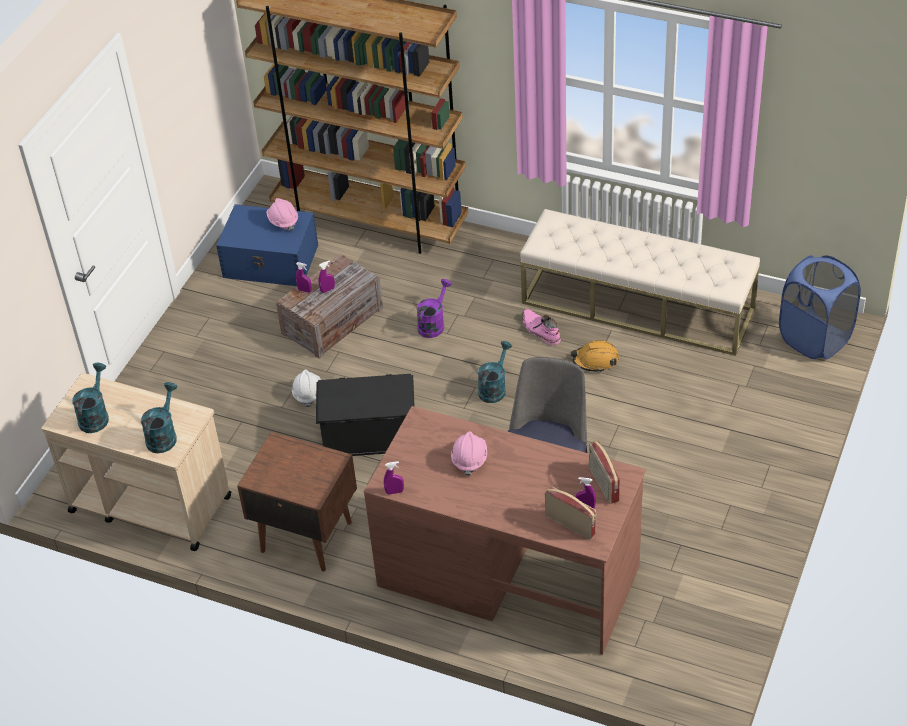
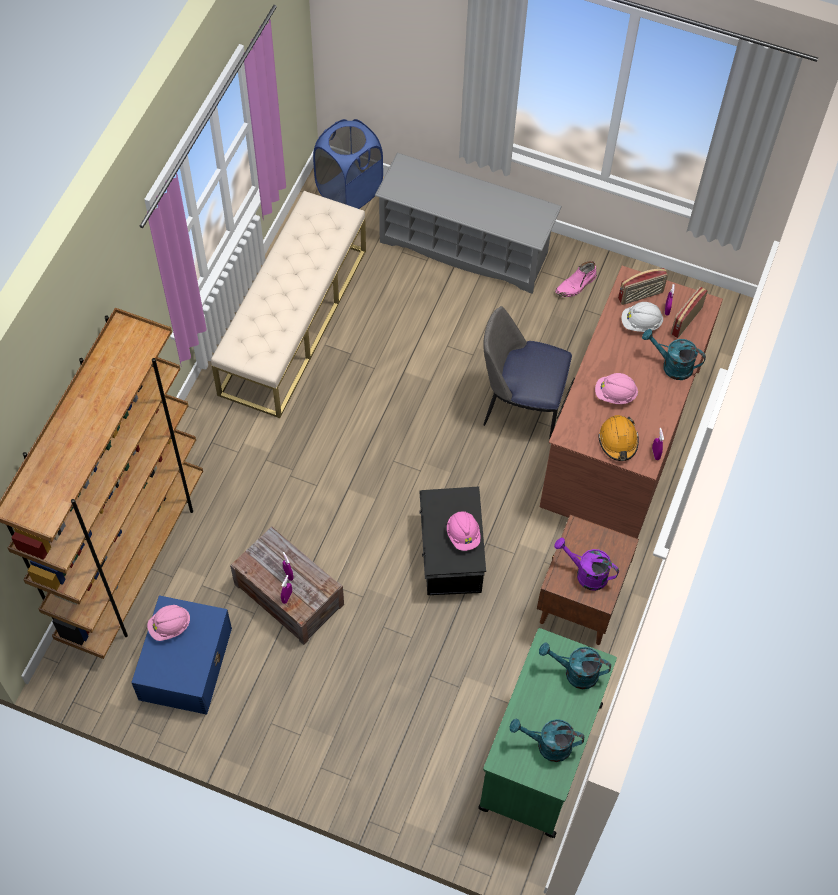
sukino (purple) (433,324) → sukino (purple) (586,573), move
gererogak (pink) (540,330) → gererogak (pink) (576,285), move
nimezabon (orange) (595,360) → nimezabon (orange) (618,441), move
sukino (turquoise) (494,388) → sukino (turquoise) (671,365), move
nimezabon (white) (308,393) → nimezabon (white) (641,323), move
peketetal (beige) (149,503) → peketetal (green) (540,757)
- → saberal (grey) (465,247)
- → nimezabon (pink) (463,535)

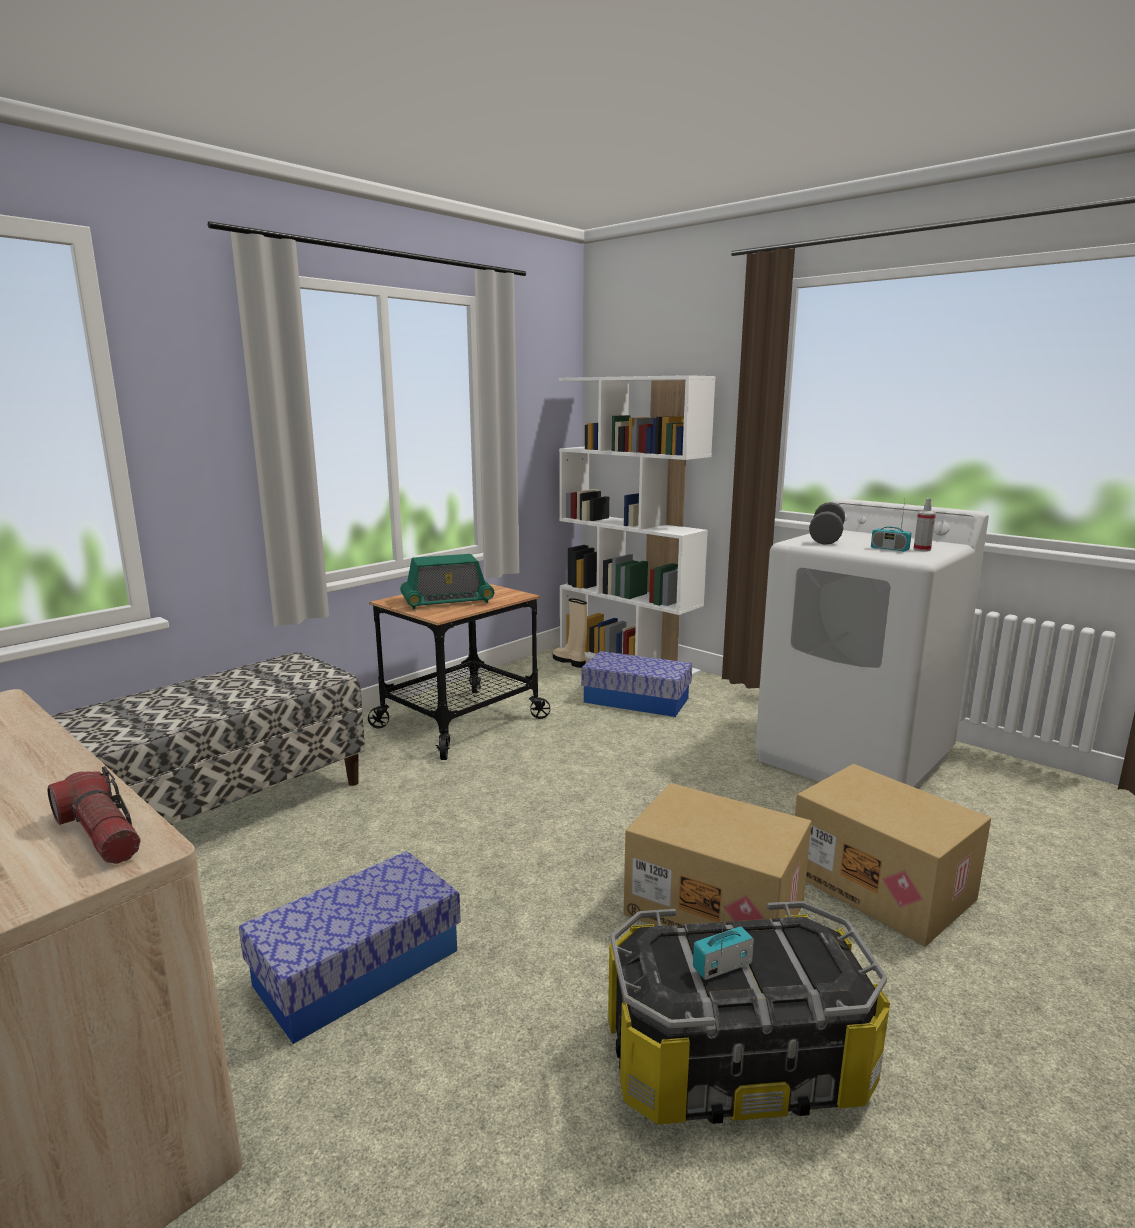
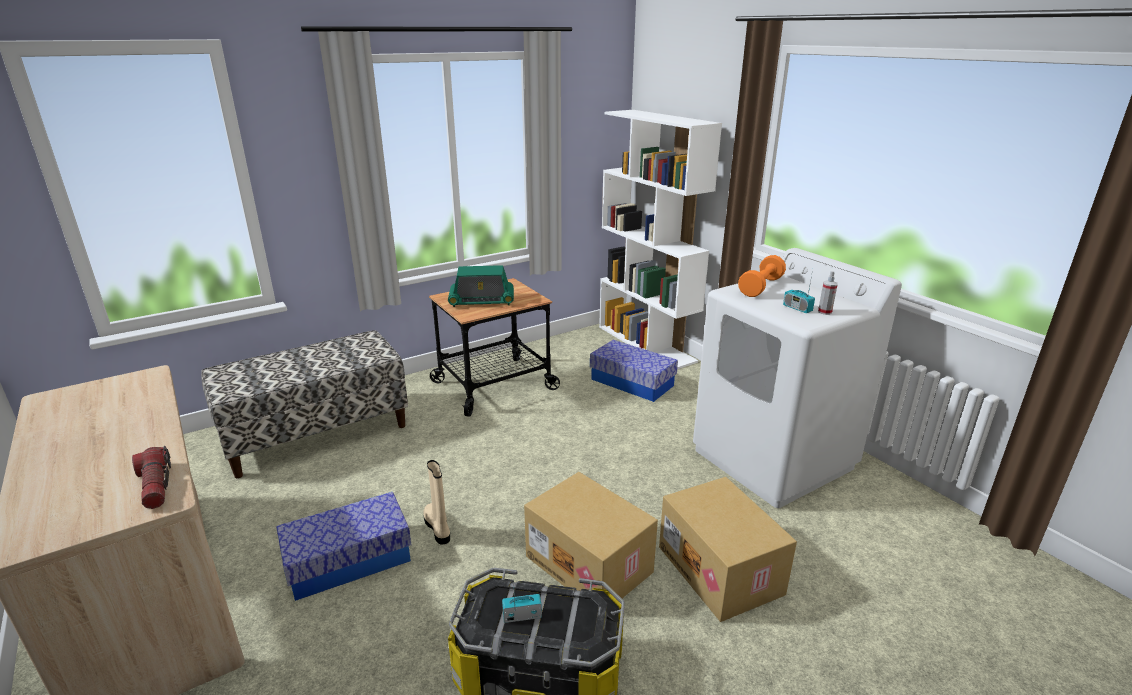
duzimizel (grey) (826,537) → duzimizel (orange) (760,287)
gererogak (beige) (570,662) → gererogak (beige) (438,528), move

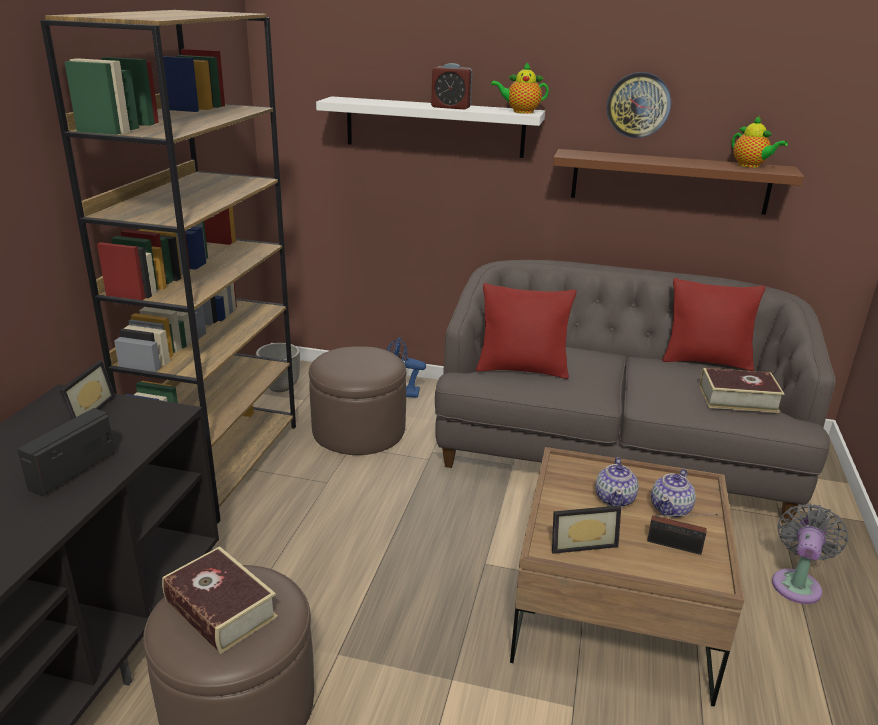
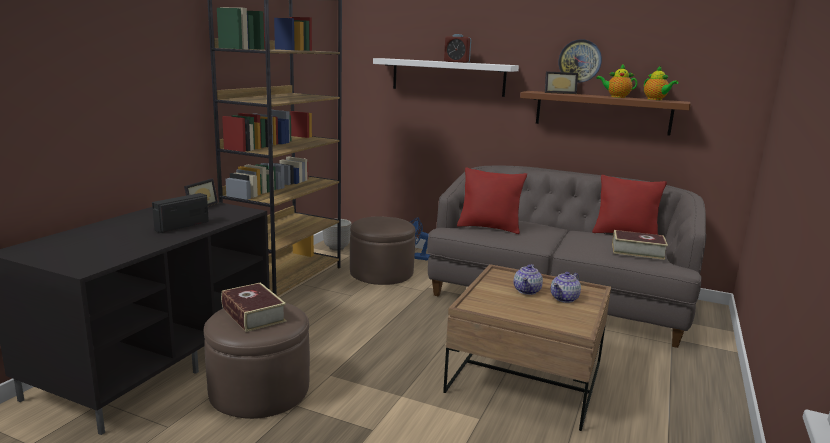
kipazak (520,112) → kipazak (616,97), move
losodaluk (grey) (797,583) → -
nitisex (581,542) → nitisex (559,93), move
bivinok (677,546) → -

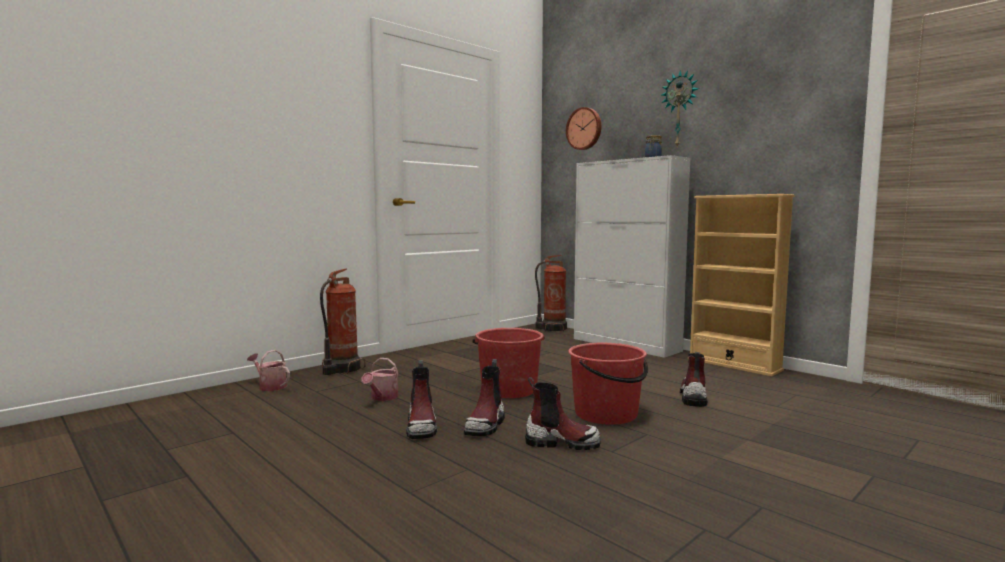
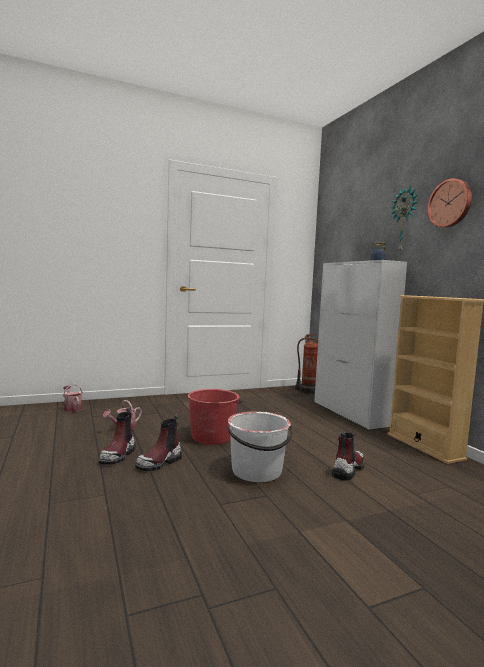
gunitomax (584,129) → gunitomax (450,203), move
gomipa (341,370) → -
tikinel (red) (607,414) → tikinel (white) (257,471)
gererogak (562,443) → -

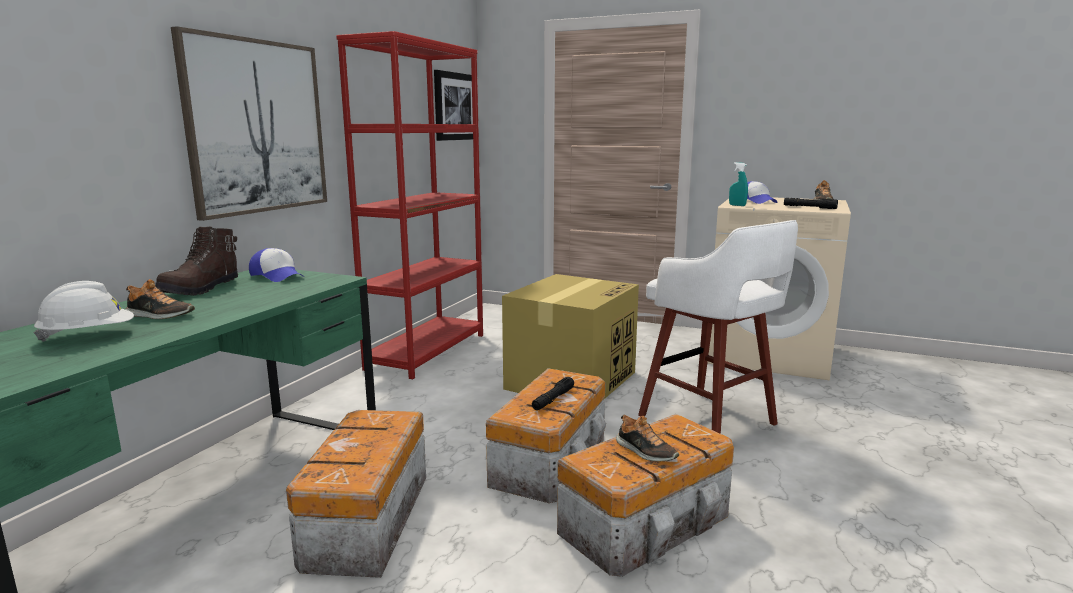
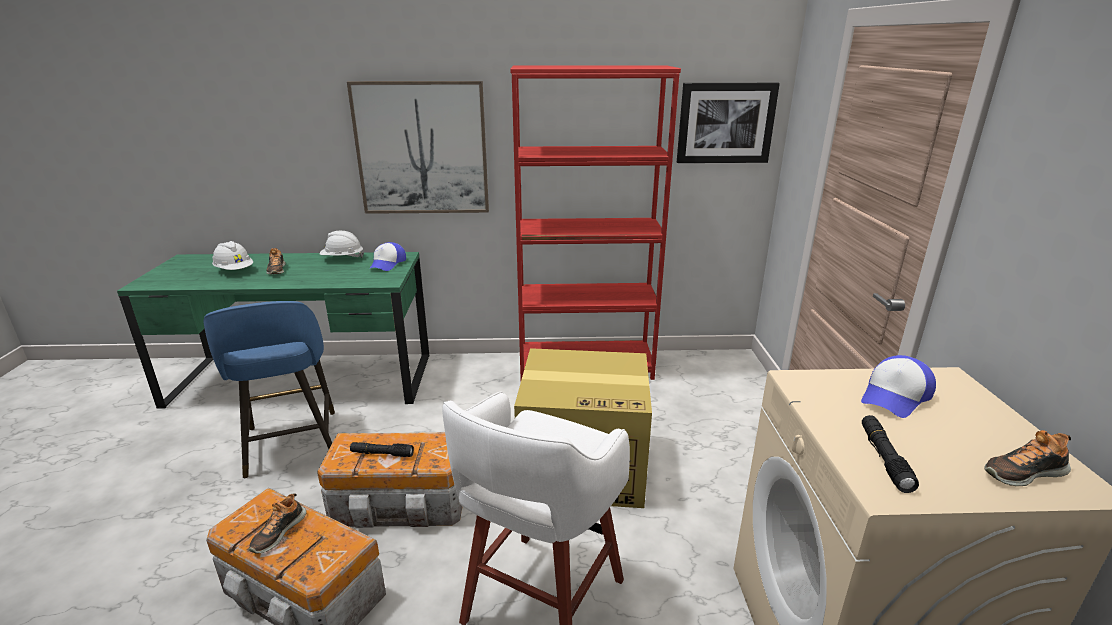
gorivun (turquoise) (737,205) → -
gererogak (brown) (201,289) → nimezabon (white) (342,258)
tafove (365,522) → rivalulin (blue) (292,445)

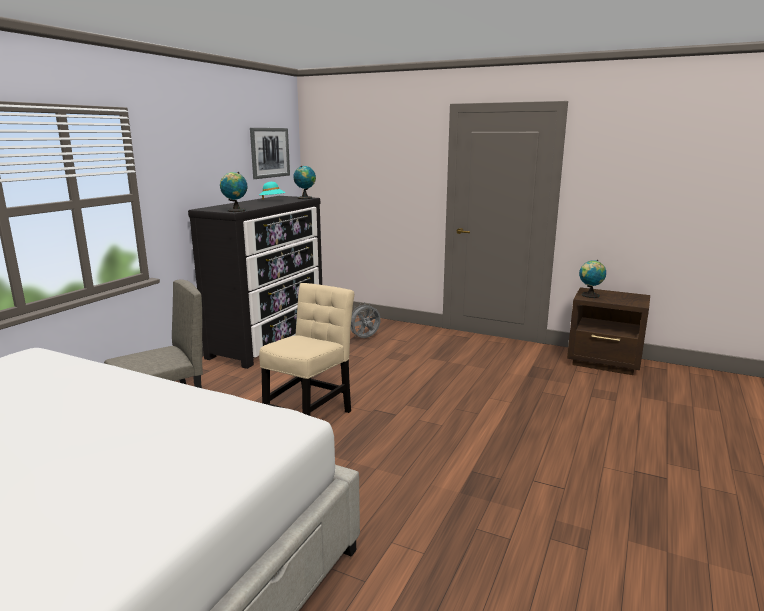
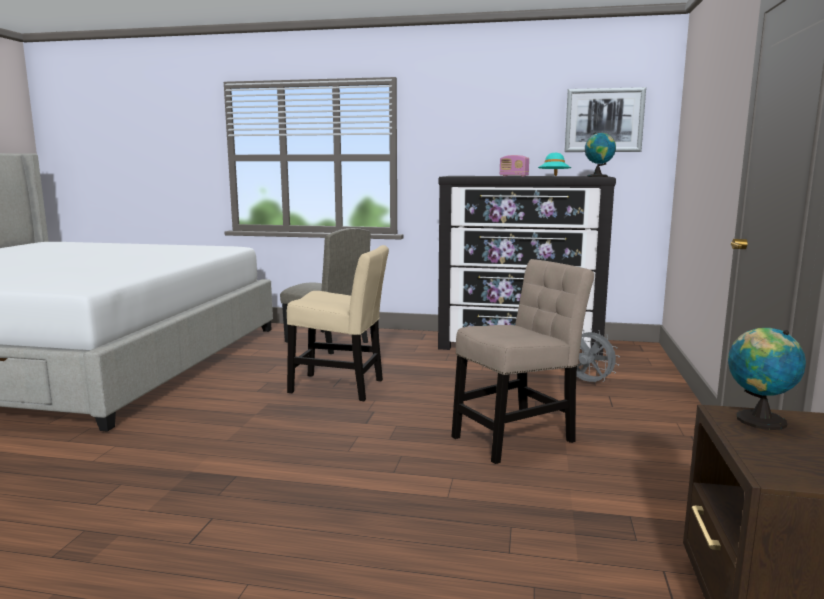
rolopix (235,211) → -
- → bivinok (513,176)
- → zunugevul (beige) (517,437)

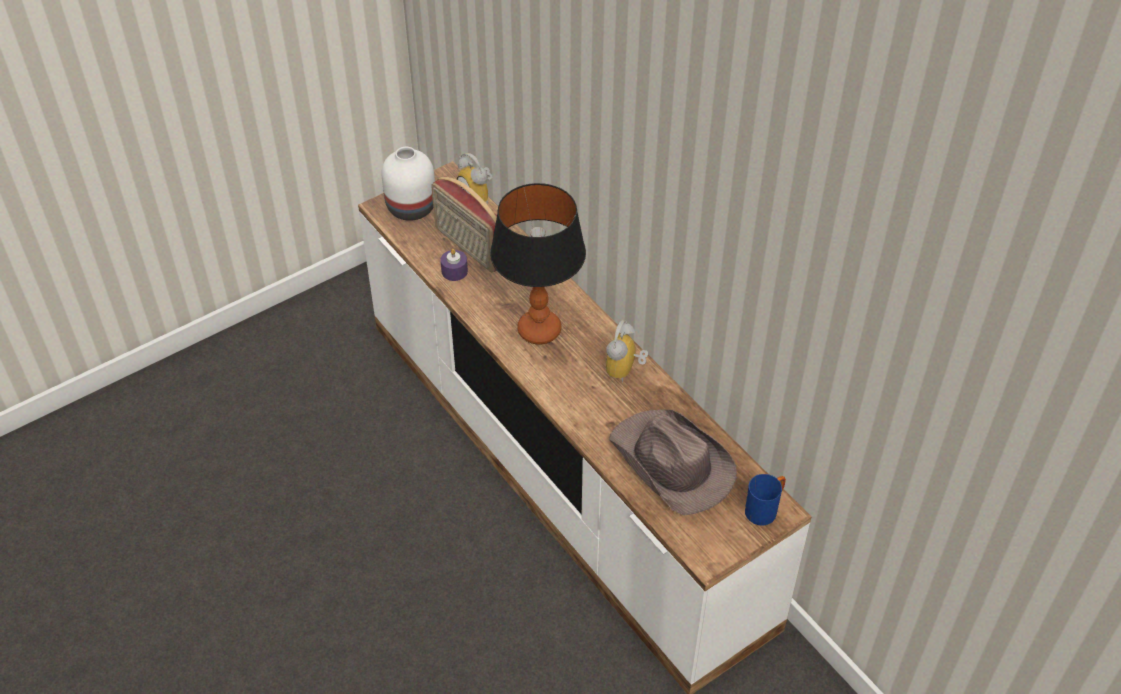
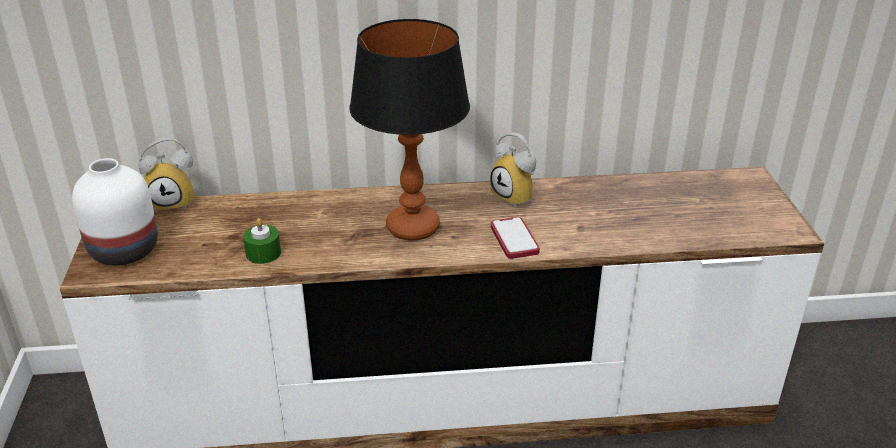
bivinok (469,247) → -
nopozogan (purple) (454,271) → nopozogan (green) (263,253)
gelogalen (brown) (671,464) → -
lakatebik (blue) (765,509) → -
- → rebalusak (514,239)

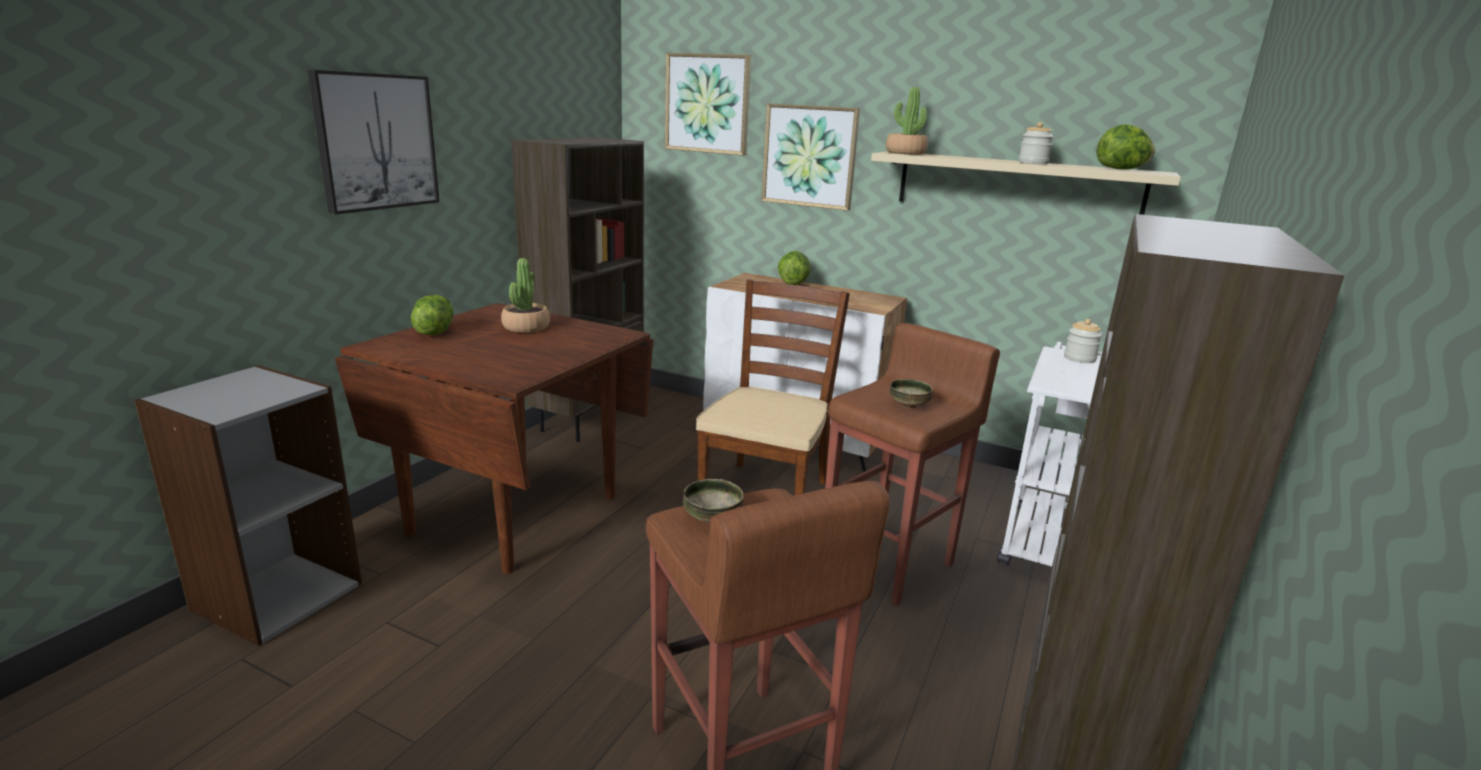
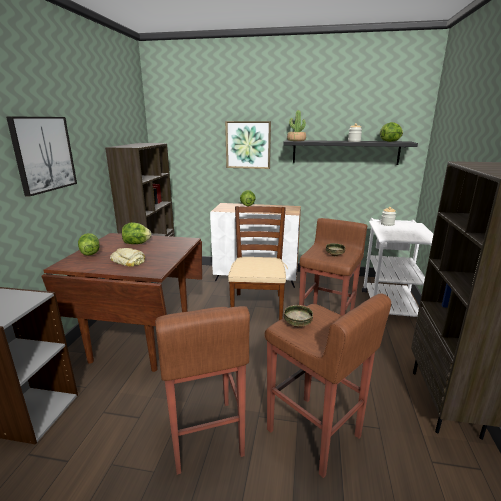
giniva (707,104) → -
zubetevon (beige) (1017,187) → zubetevon (black) (345,152)
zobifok (526,327) → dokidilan (137,243)
- → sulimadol (128,261)
- → rivalulin (brown) (204,435)

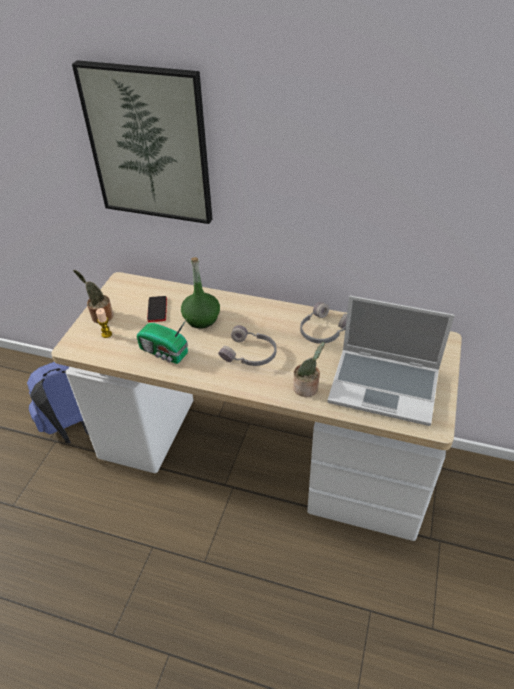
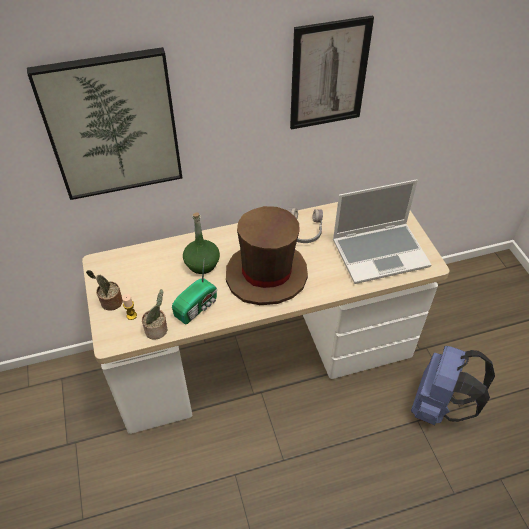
rebalusak (157,309) → -
bivinok (164,352) → bivinok (197,307), 45 degrees counterclockwise
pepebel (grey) (250,354) → gelogalen (brown) (267,275)
zobifok (307,388) → zobifok (158,330), move
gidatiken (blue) (73,427) → gidatiken (blue) (438,406), move
- → giniva (328,74)

